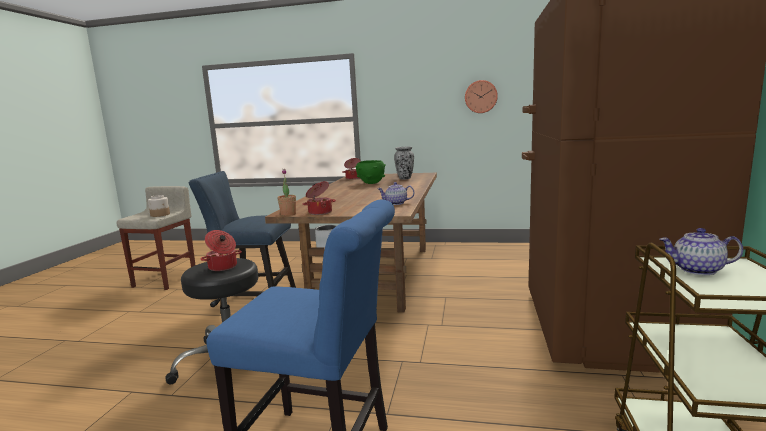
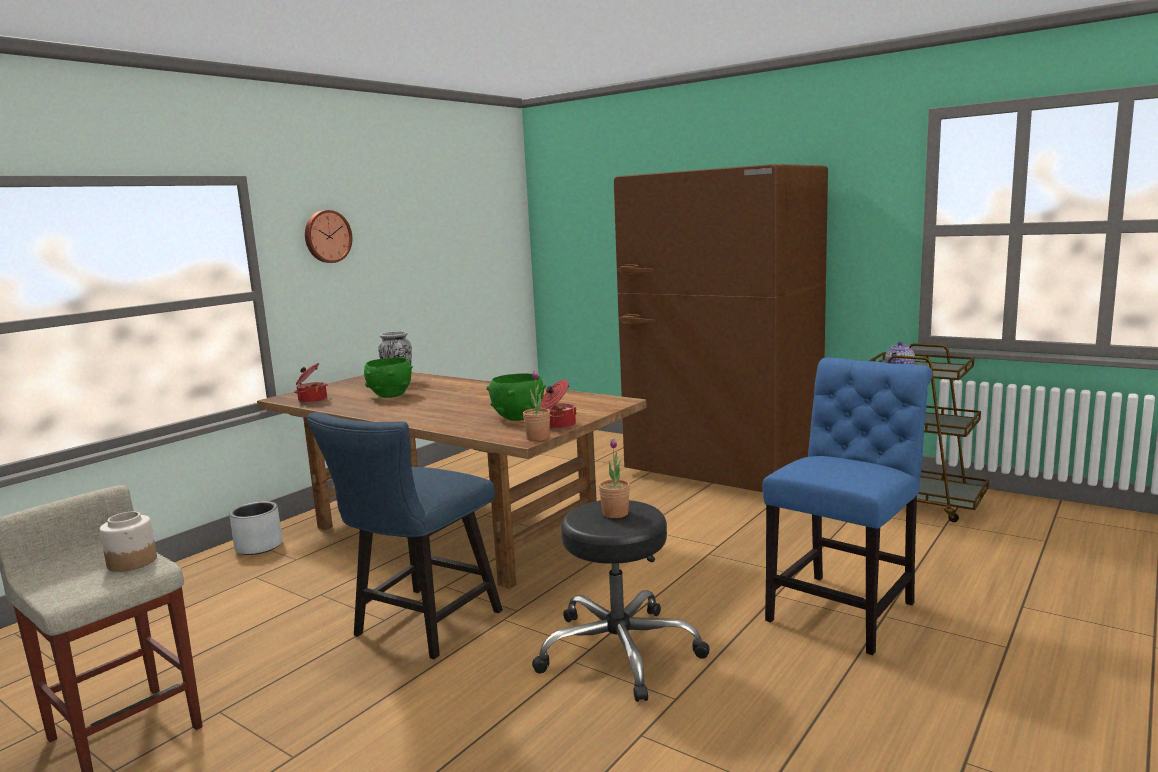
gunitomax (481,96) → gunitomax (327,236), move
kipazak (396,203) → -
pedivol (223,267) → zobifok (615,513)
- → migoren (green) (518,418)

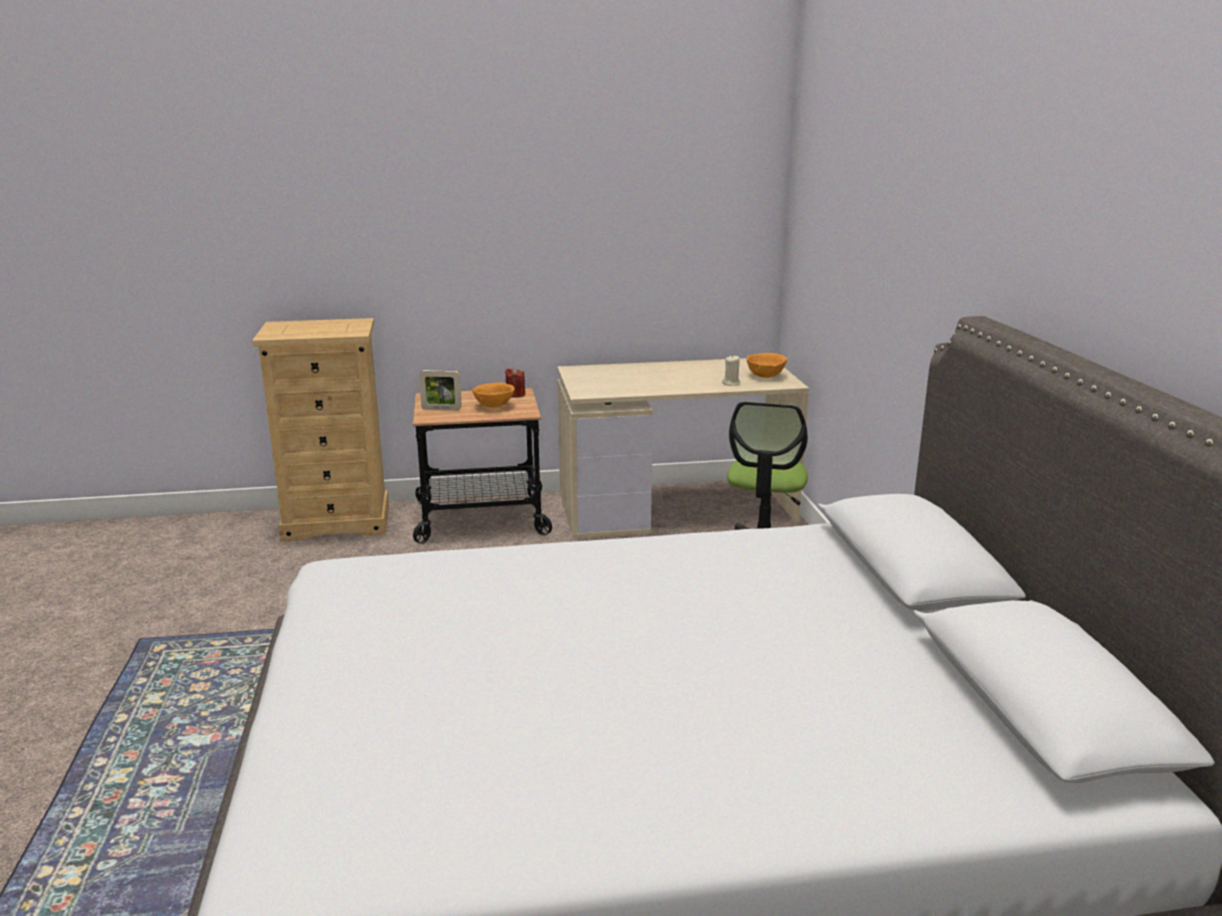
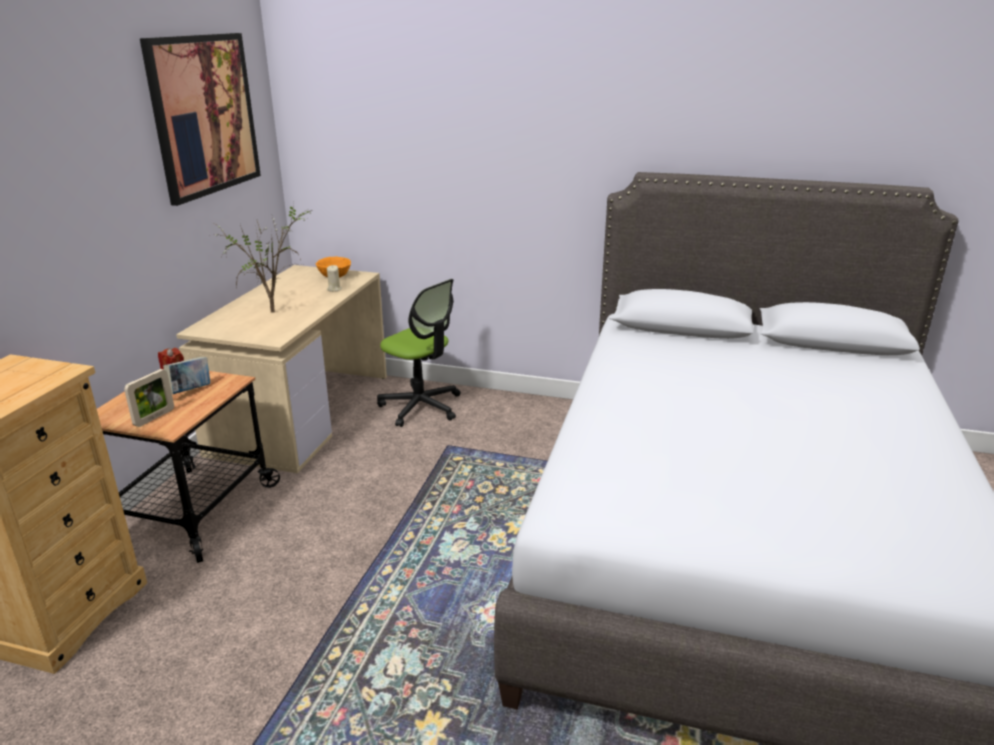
migoren (orange) (493,406) → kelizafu (190,391)
- → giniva (204,115)
- → zobifok (276,311)

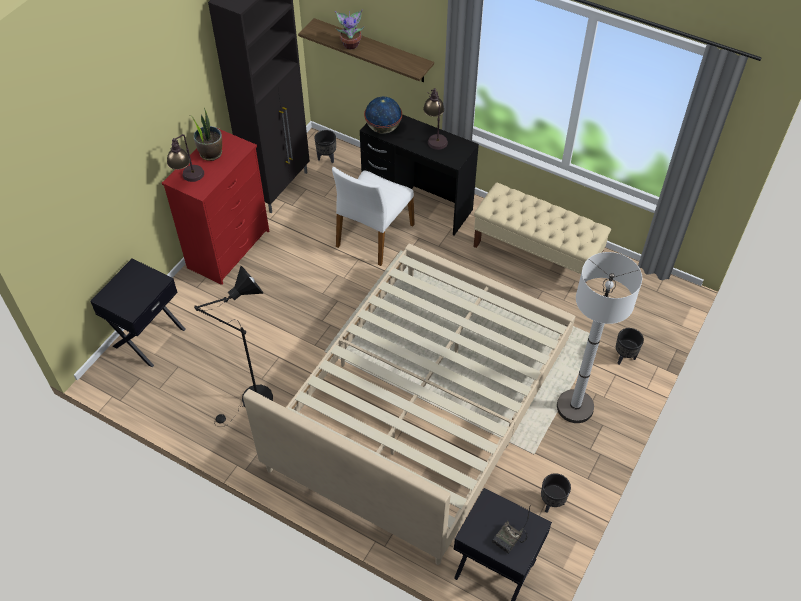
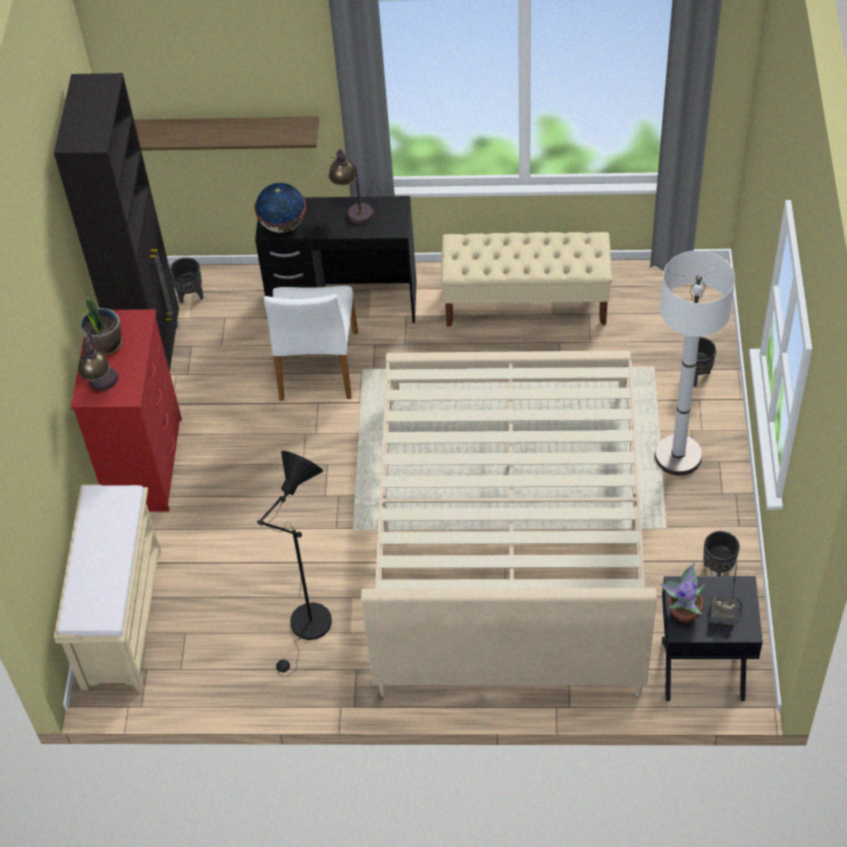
zobifok (351,44) → zobifok (683,611), move
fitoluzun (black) (148,337) → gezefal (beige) (121,616)

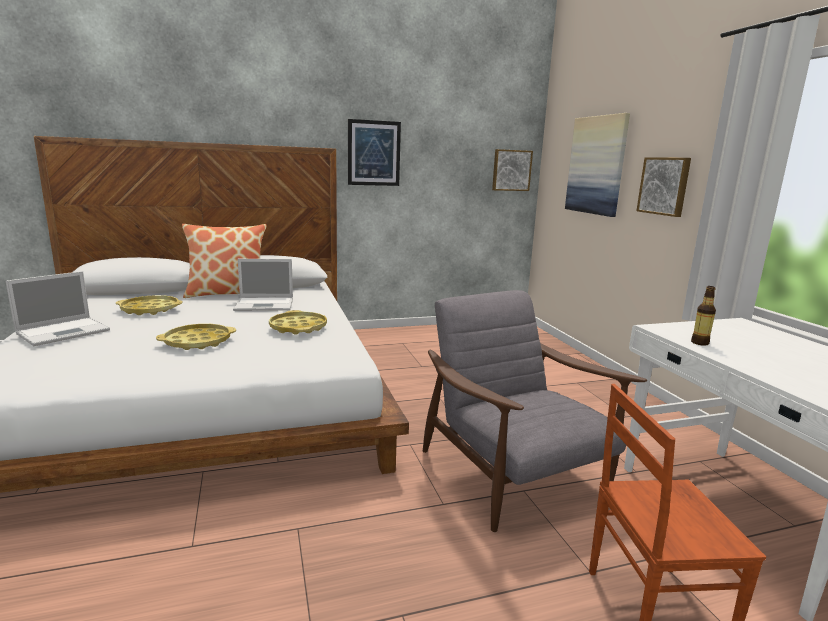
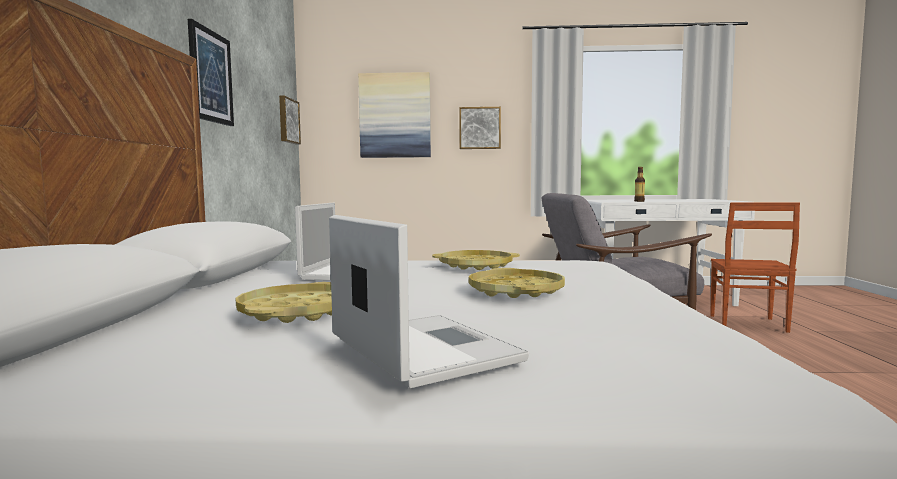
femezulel (228,293) → -

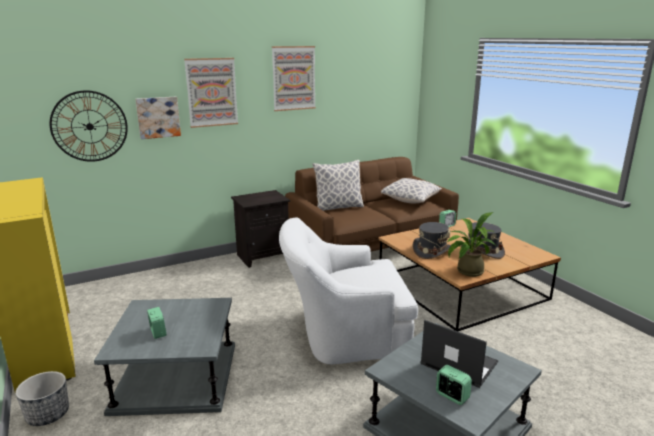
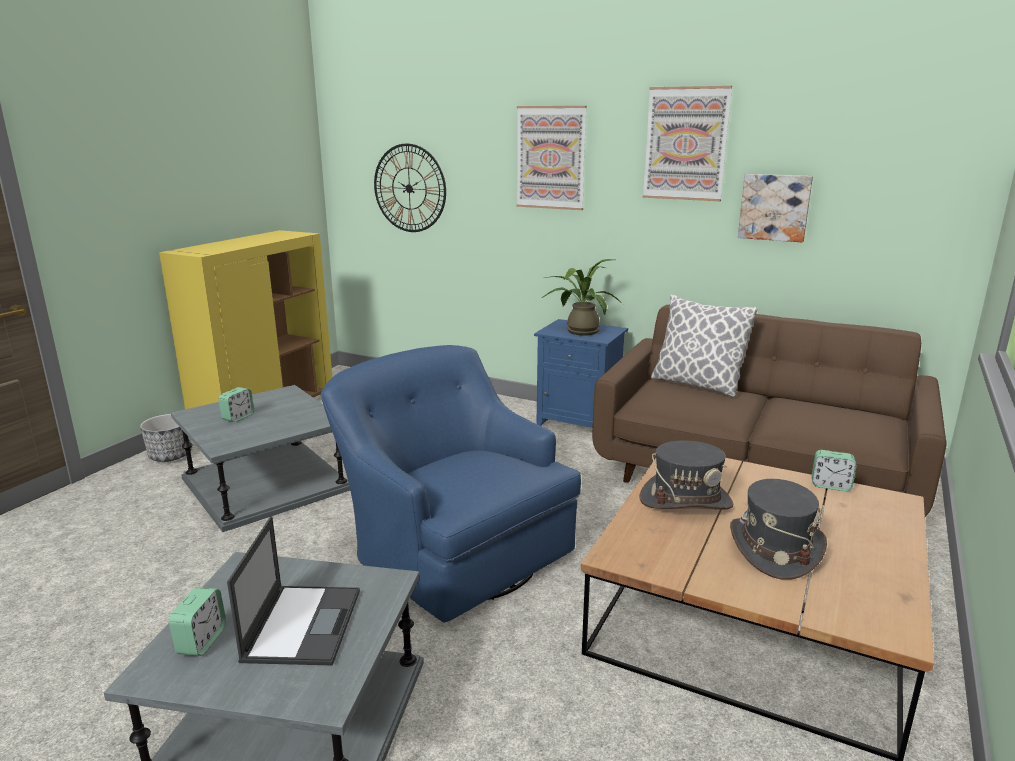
giniva (158,117) → giniva (774,207), move
femezulel (411,200) → -
fitoluzun (black) (263,256) → fitoluzun (blue) (580,423)
zobifok (466,272) → zobifok (579,330), move
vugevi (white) (343,334) → vugevi (blue) (453,549)

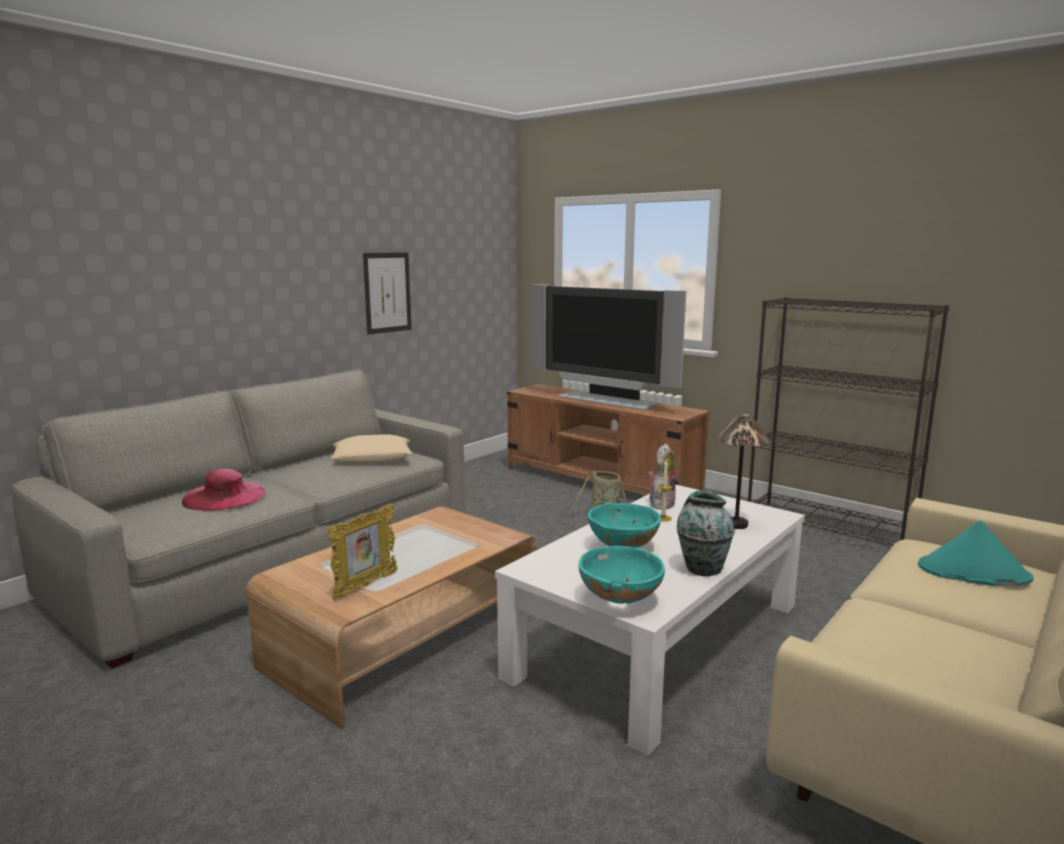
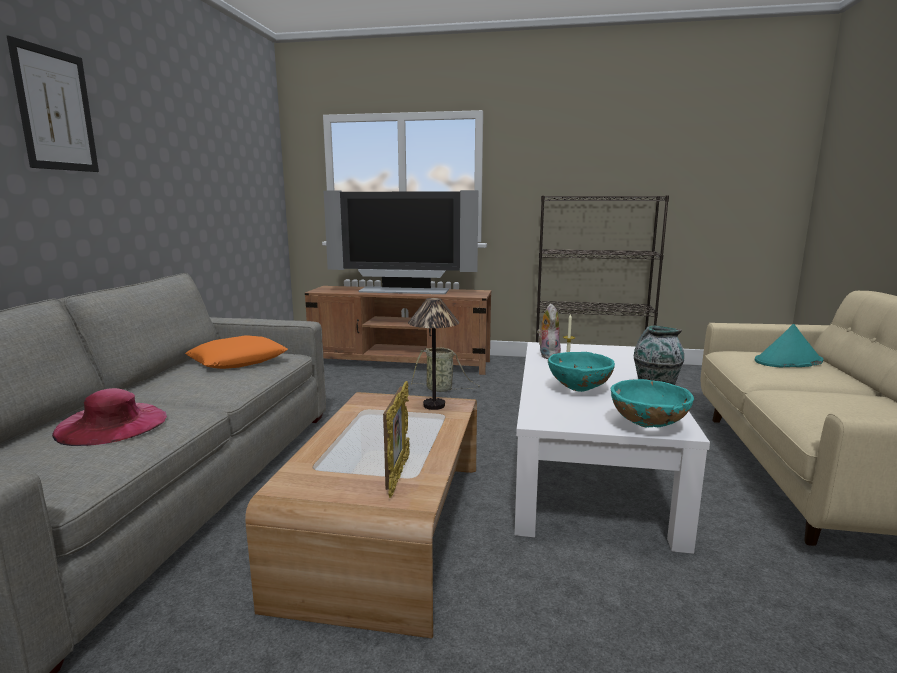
giniva (387,292) → giniva (56,110), move
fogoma (736,524) → fogoma (434,405), move
femezulel (beige) (372,457) → femezulel (orange) (238,360)

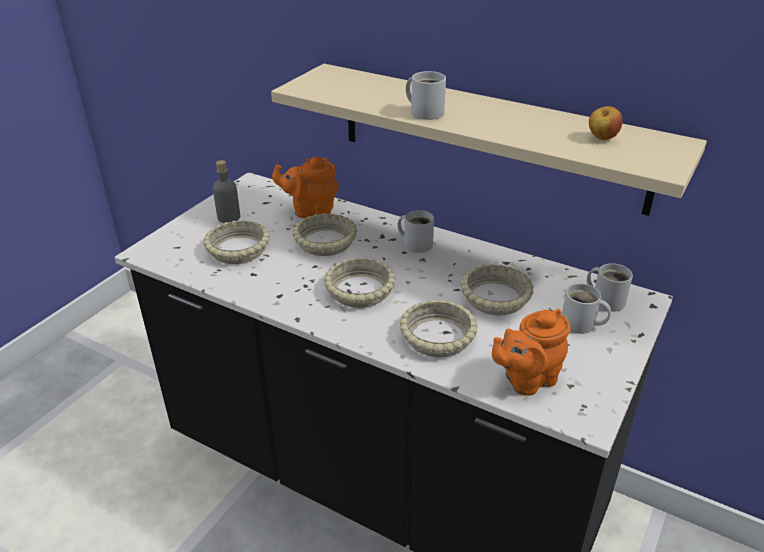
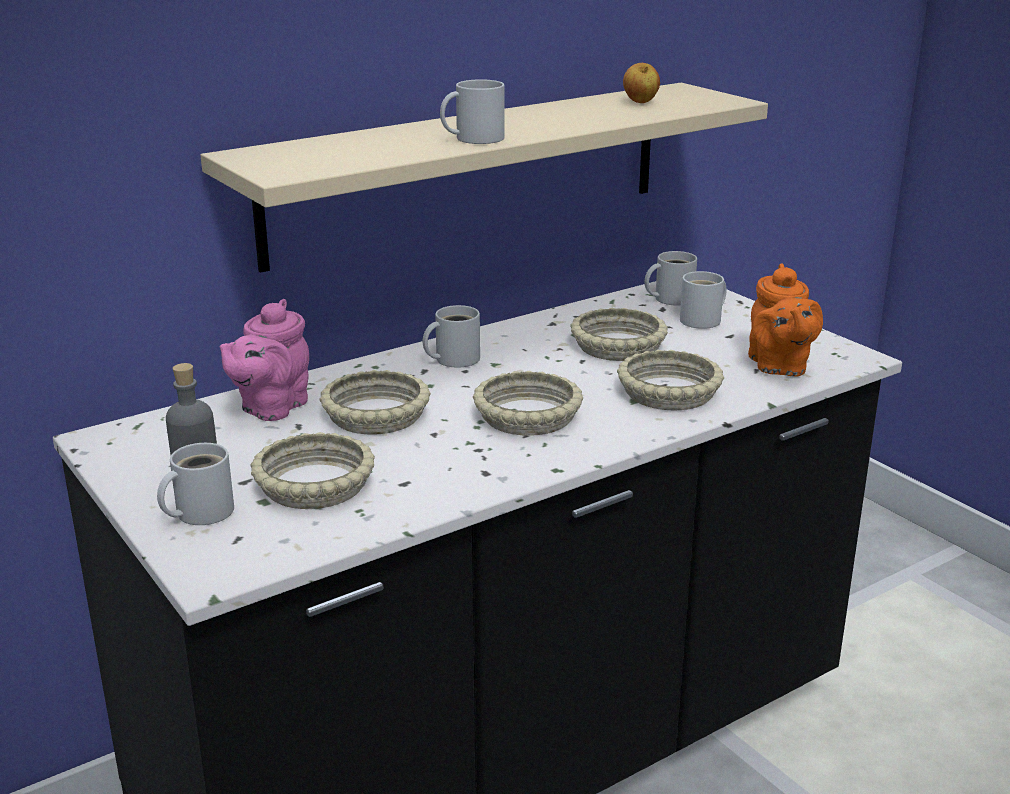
kipazak (orange) (311,211) → kipazak (pink) (271,408)
- → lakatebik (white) (199,512)

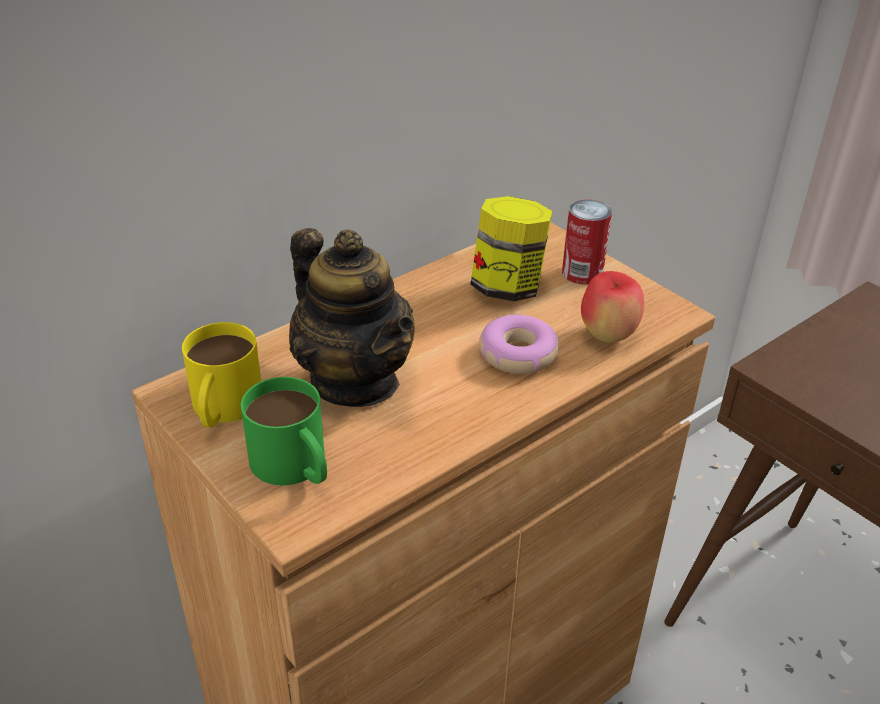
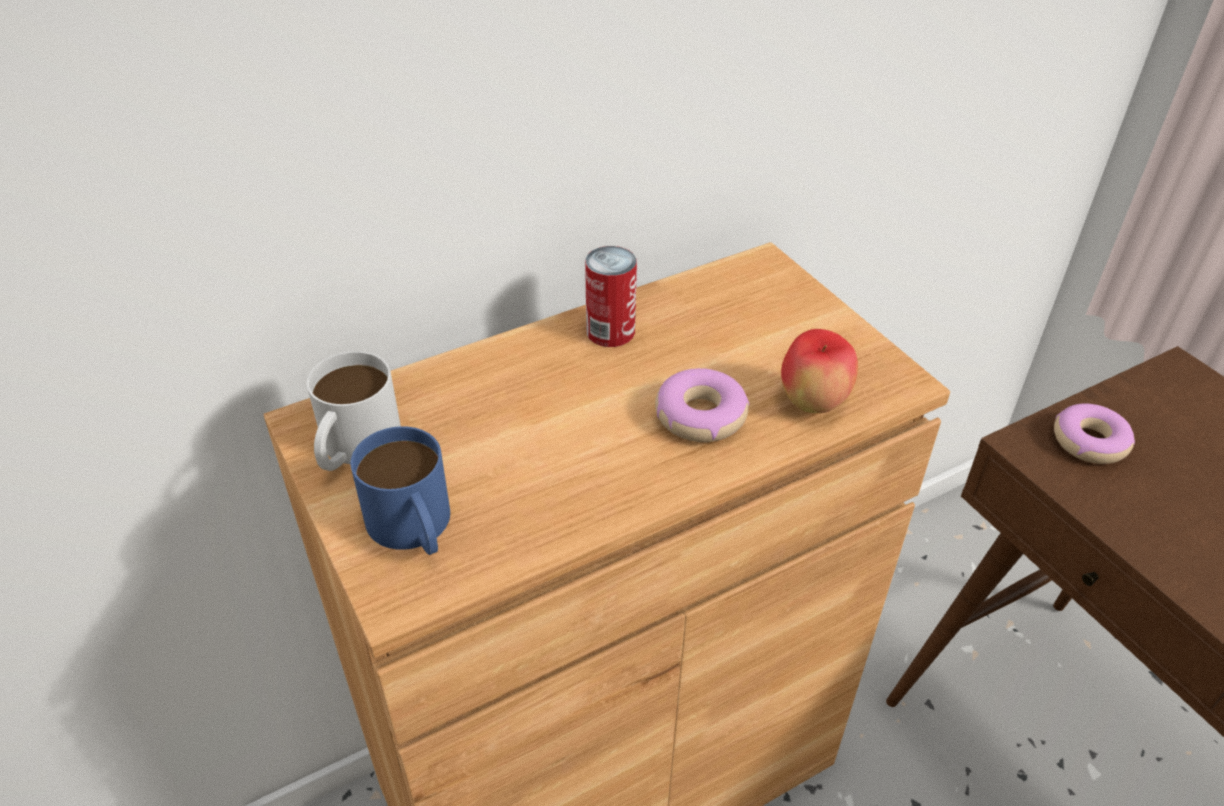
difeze (508,288) → -
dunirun (582,273) → dunirun (610,331), move
kipazak (355,381) → -
lakatebik (yellow) (223,409) → lakatebik (white) (354,447)
lakatebik (green) (295,467) → lakatebik (blue) (414,529)
- → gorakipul (1090,442)

